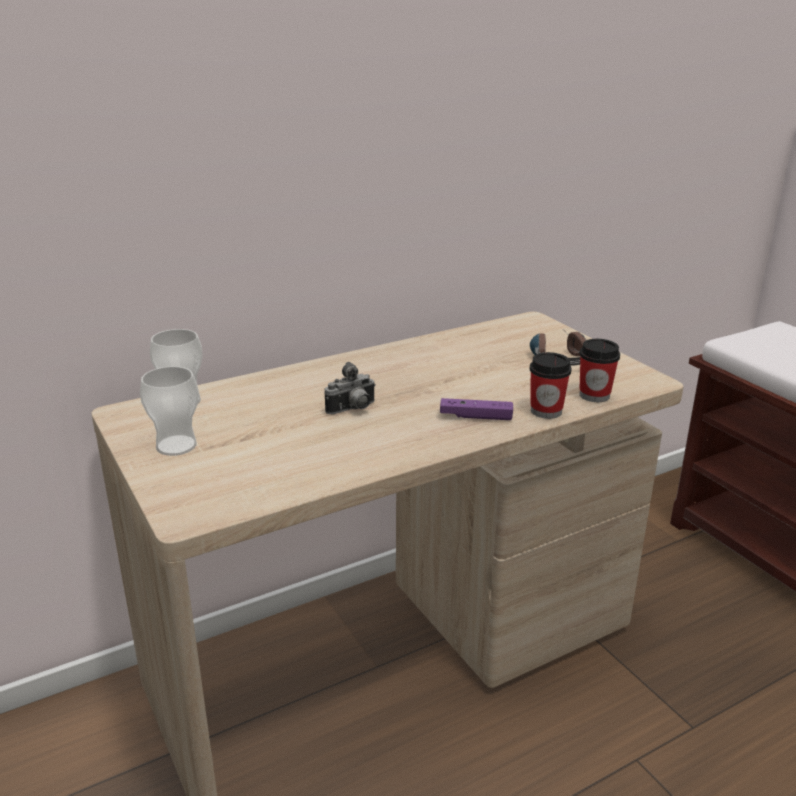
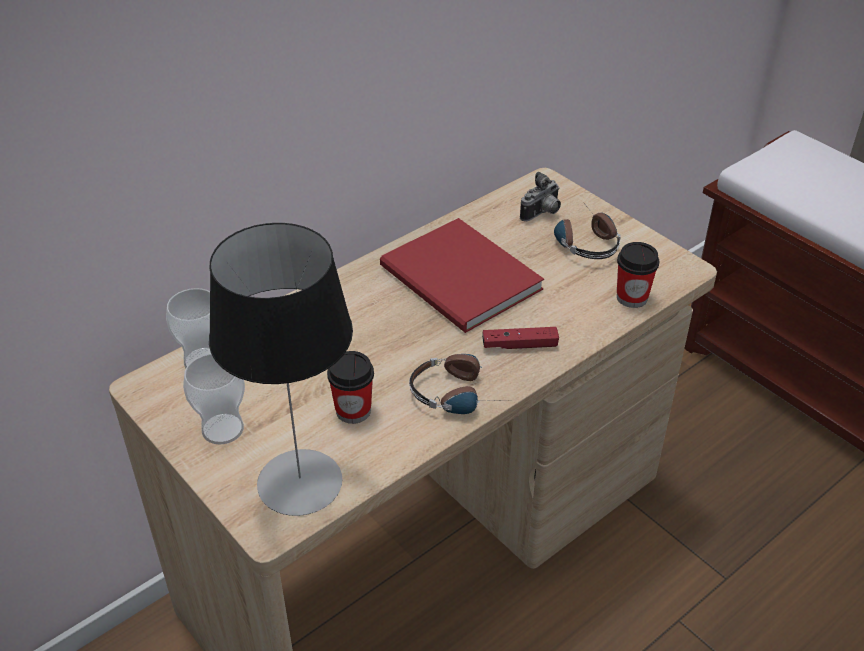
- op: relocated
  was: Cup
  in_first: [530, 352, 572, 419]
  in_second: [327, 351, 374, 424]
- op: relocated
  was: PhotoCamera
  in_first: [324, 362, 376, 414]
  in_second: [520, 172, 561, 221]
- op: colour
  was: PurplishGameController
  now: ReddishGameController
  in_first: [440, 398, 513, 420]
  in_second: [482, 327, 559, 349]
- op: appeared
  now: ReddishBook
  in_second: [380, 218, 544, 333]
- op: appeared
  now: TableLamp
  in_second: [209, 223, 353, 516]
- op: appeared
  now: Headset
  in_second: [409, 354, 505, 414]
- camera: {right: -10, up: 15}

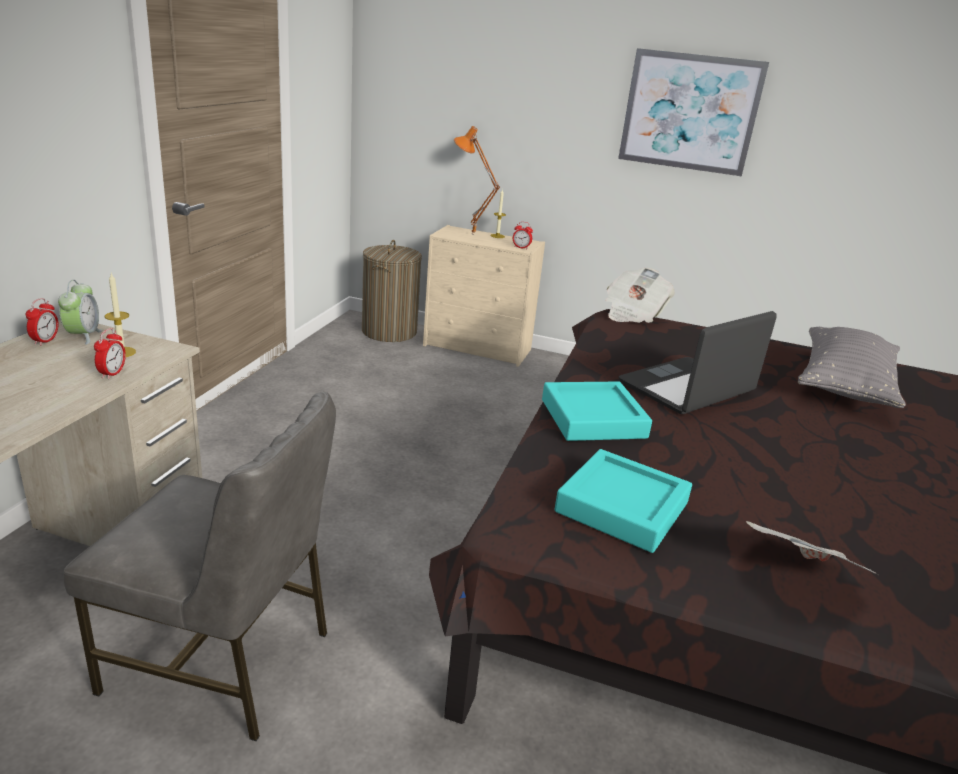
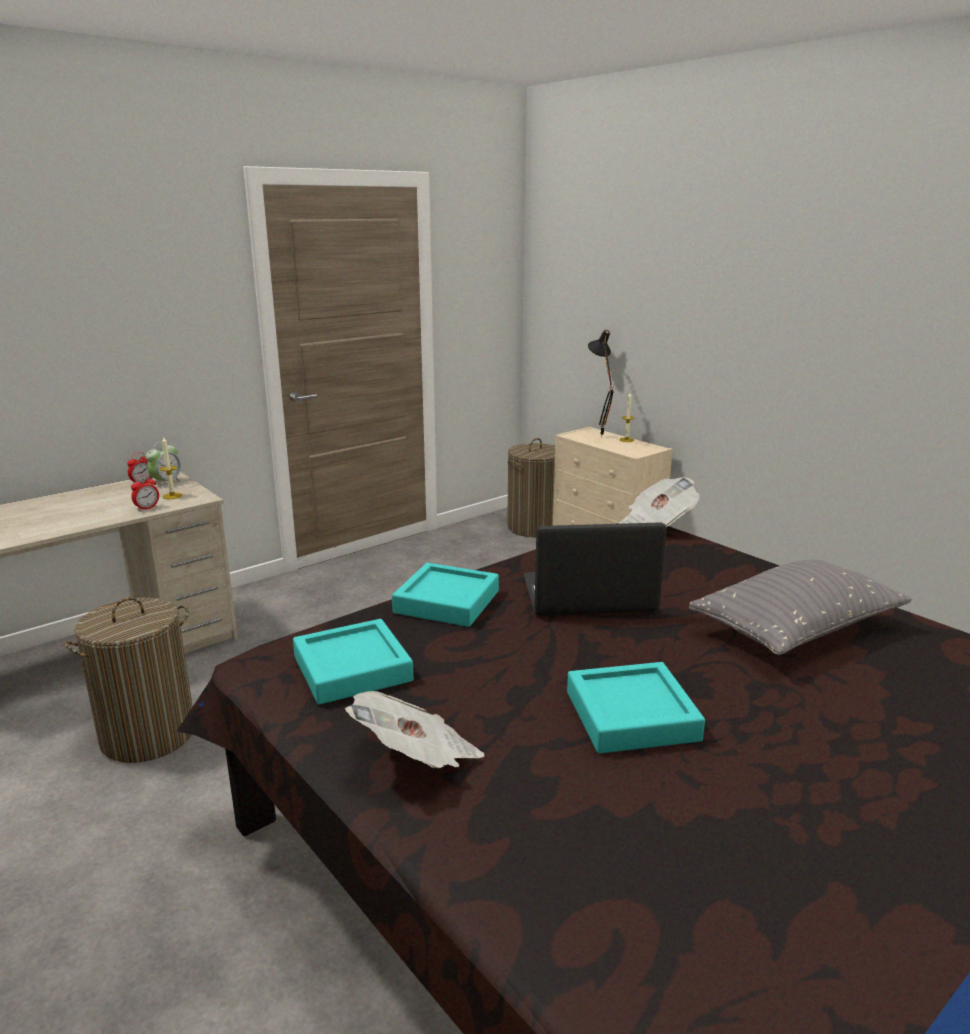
- op: missing
  was: WallPicture
  in_first: [618, 48, 769, 176]
- op: colour
  was: OrangeyTableLamp
  now: BlackishTableLamp
  in_first: [454, 126, 500, 235]
  in_second: [588, 330, 614, 437]
- op: missing
  was: BedsideClock
  in_first: [513, 222, 533, 249]
- op: exchanged
  was: GreyUprightChair
  now: WashingBasket
  in_first: [63, 392, 336, 741]
  in_second: [64, 597, 193, 763]
- op: appeared
  now: TurquoiseTray
  in_second: [567, 662, 705, 754]
- camera: {right: 35, up: -5}

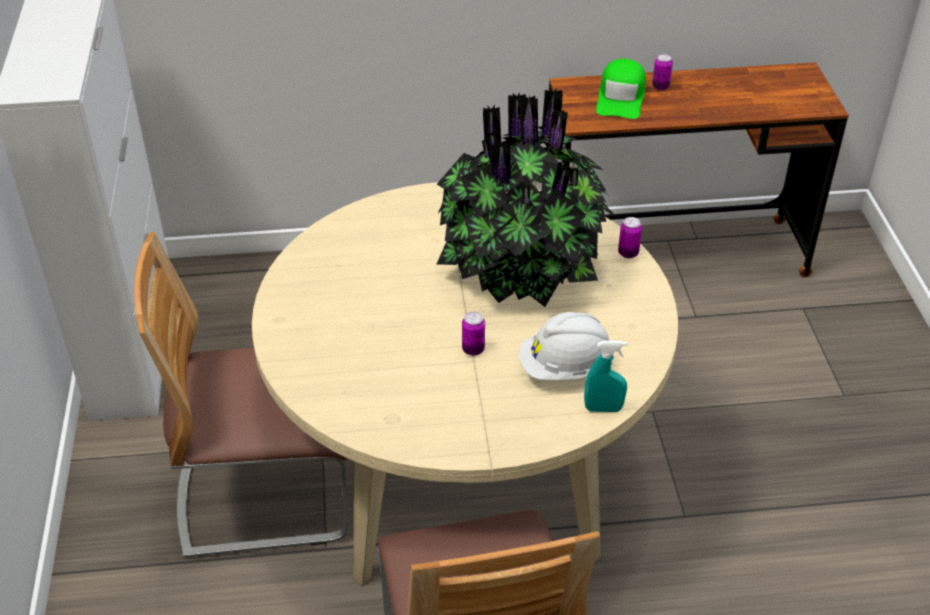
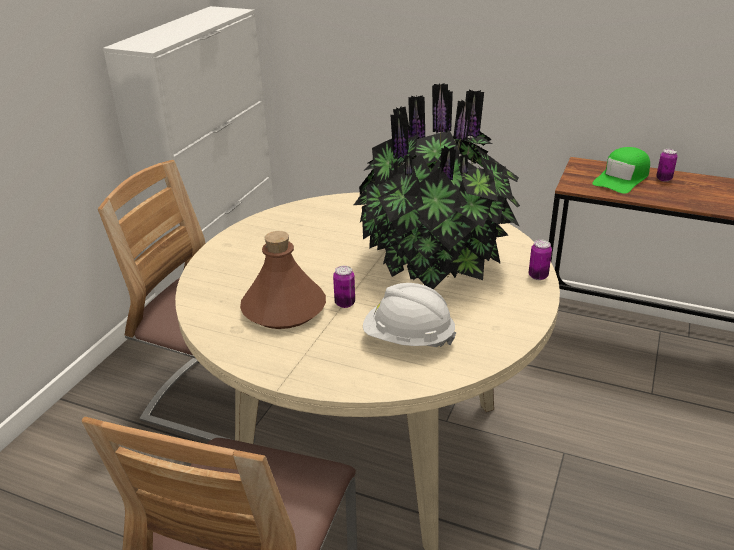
- op: missing
  was: TurquoiseHandSprayer
  in_first: [584, 341, 627, 412]
- op: appeared
  now: BrownBottle
  in_second: [240, 231, 326, 329]
- camera: {right: 30, up: -10}

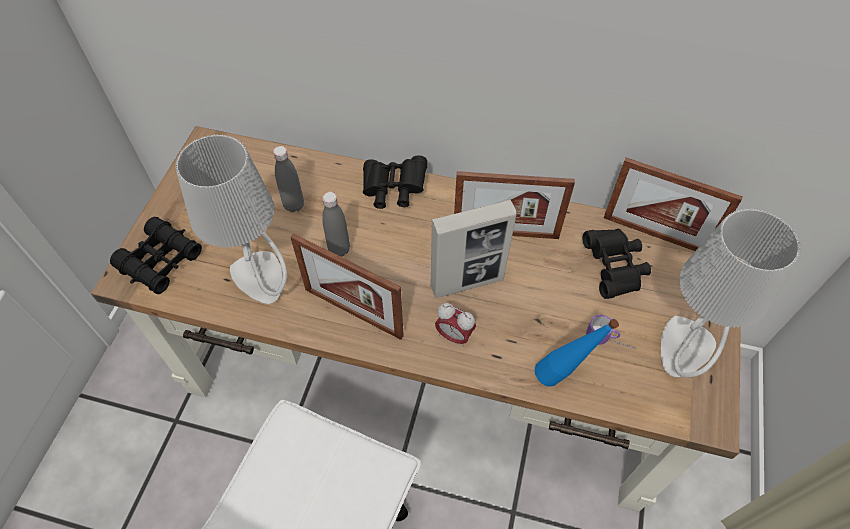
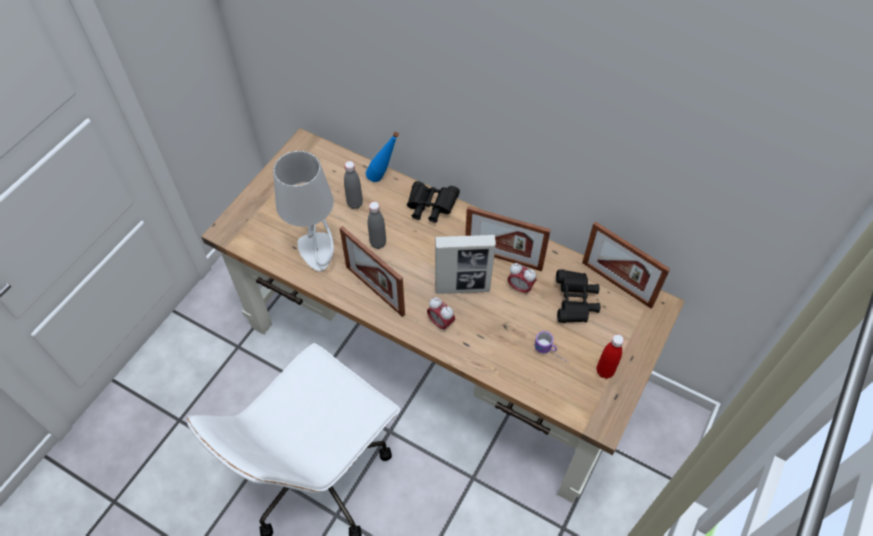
- op: exchanged
  was: GreyTableLamp
  now: ReddishBottle
  in_first: [660, 209, 800, 378]
  in_second: [597, 334, 624, 379]
- op: missing
  was: BlackishFieldGlasses
  in_first: [110, 217, 202, 294]
- op: relocated
  was: BluishBottle
  in_first: [535, 319, 619, 387]
  in_second: [366, 132, 399, 182]
- op: appeared
  now: BedsideClock
  in_second: [507, 263, 536, 295]
- camera: {right: 15, up: 0}

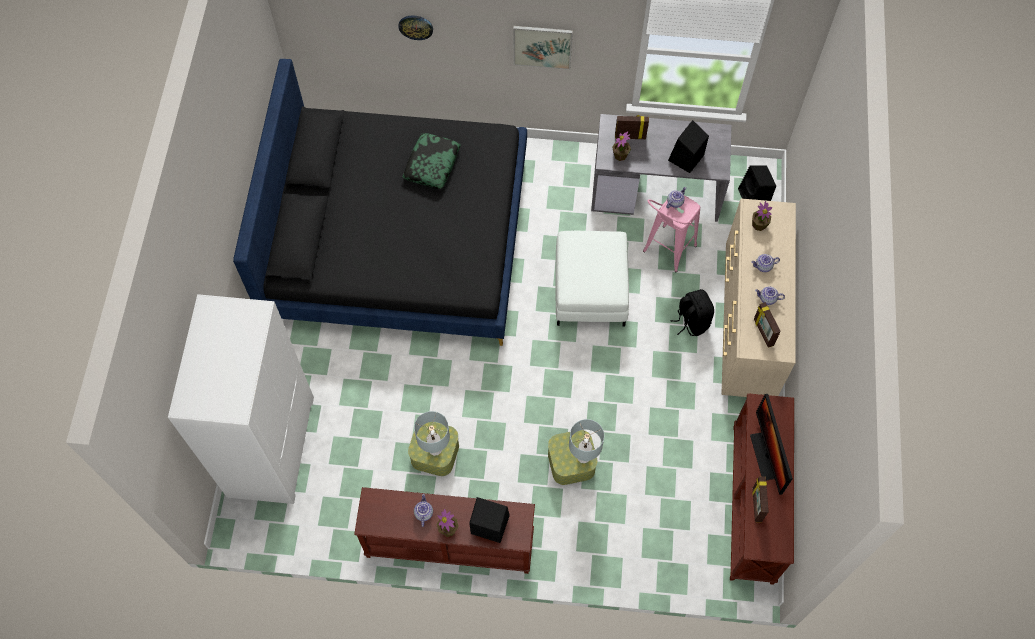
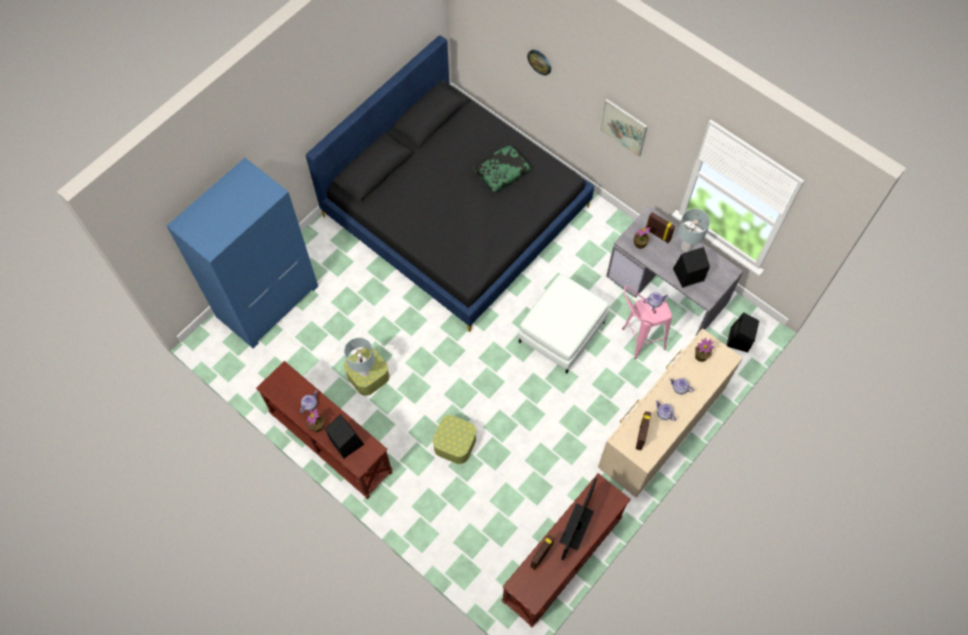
- op: missing
  was: BlackishBackpack
  in_first: [670, 289, 714, 336]
- op: colour
  was: WhiteArmoire
  now: BluishArmoire
  in_first: [168, 294, 314, 504]
  in_second: [167, 158, 318, 349]
- op: relocated
  was: GreyTableLamp
  in_first: [569, 419, 604, 463]
  in_second: [678, 209, 710, 252]
- camera: {right: 35, up: 0}

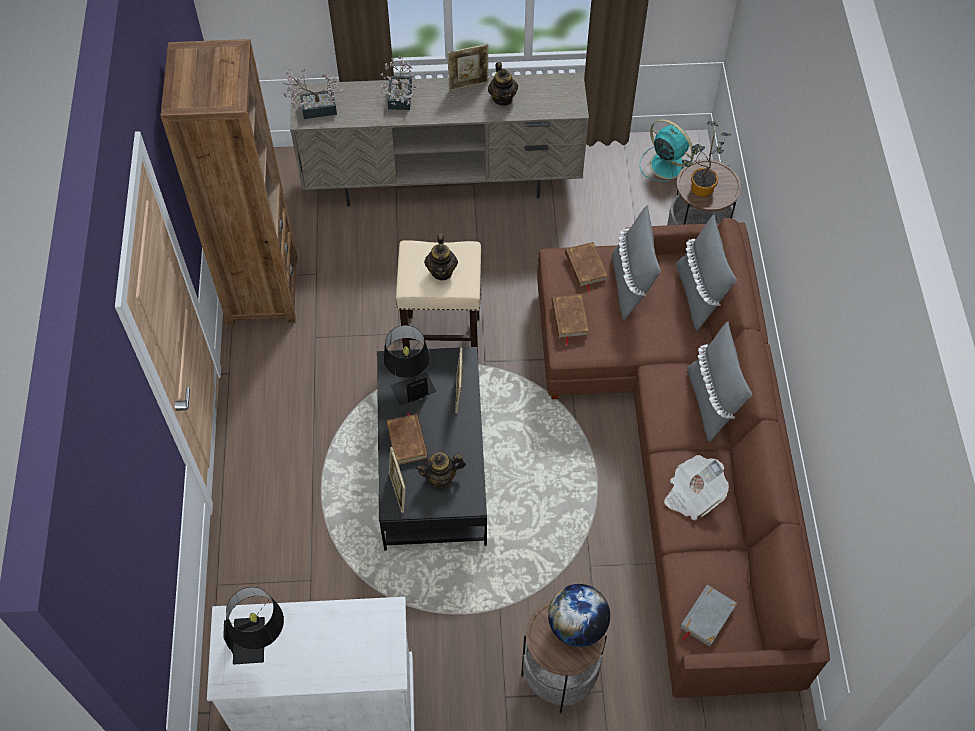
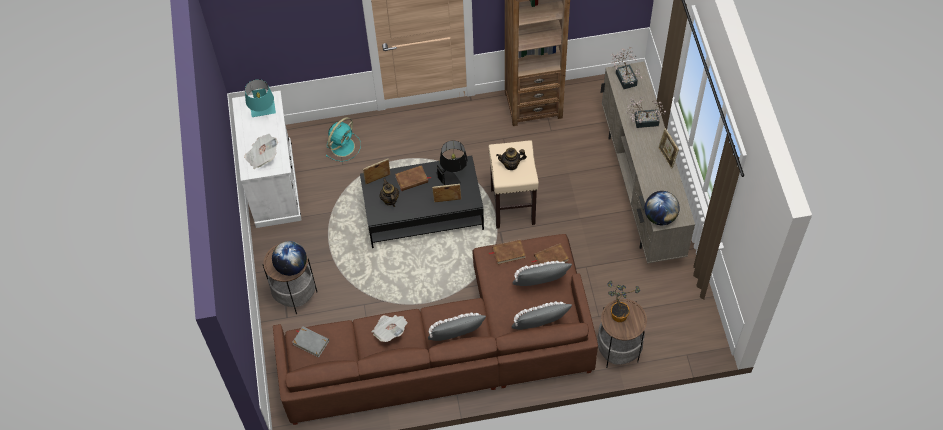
- op: missing
  was: PotForTea
  in_first: [488, 62, 518, 106]
- op: relocated
  was: TurquoiseFan
  in_first: [639, 119, 694, 182]
  in_second: [325, 117, 361, 162]
- op: colour
  was: BlackishTableLamp
  now: TurquoiseTableLamp
  in_first: [223, 587, 284, 664]
  in_second: [245, 79, 276, 117]
- op: appeared
  now: DailyPaper
  in_second: [244, 134, 278, 169]
- op: appeared
  now: Globe
  in_second: [645, 191, 680, 225]
- camera: {right: 85, up: 0}

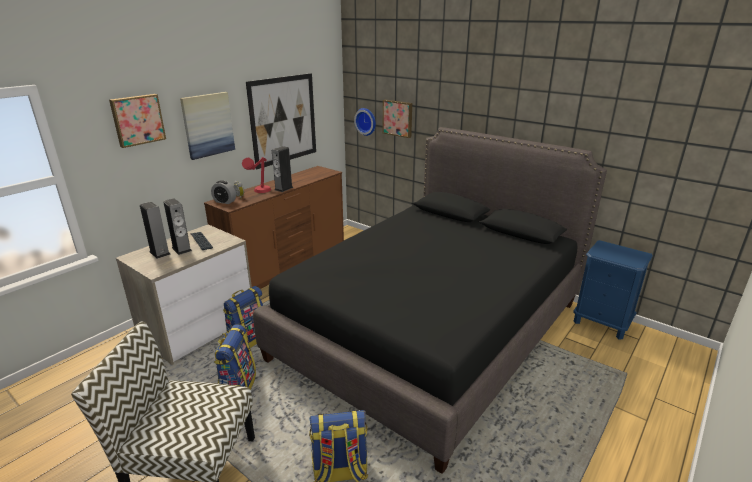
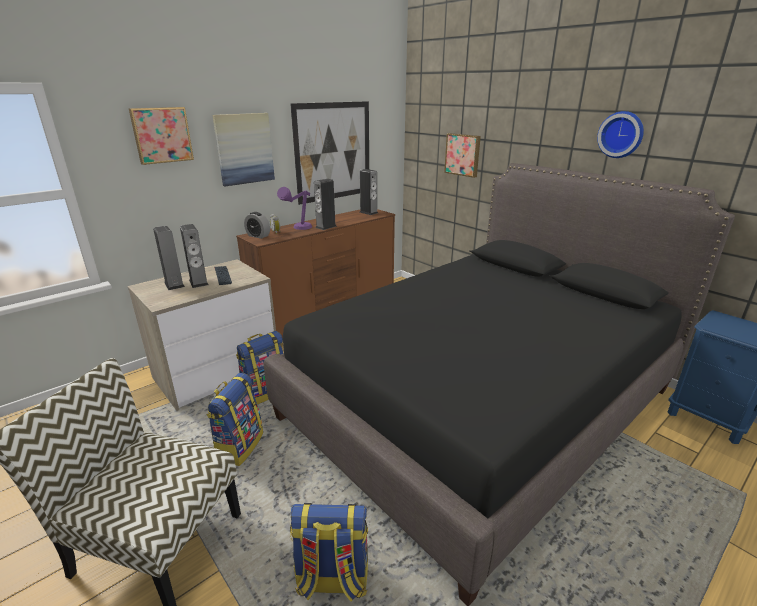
- op: relocated
  was: ClockOnTheWall
  in_first: [354, 108, 376, 136]
  in_second: [597, 111, 644, 158]
- op: colour
  was: ReddishTableLamp
  now: PurplishTableLamp
  in_first: [242, 157, 271, 193]
  in_second: [277, 187, 312, 230]
- op: appeared
  now: Speaker
  in_second: [360, 169, 378, 215]
- camera: {right: 10, up: 0}

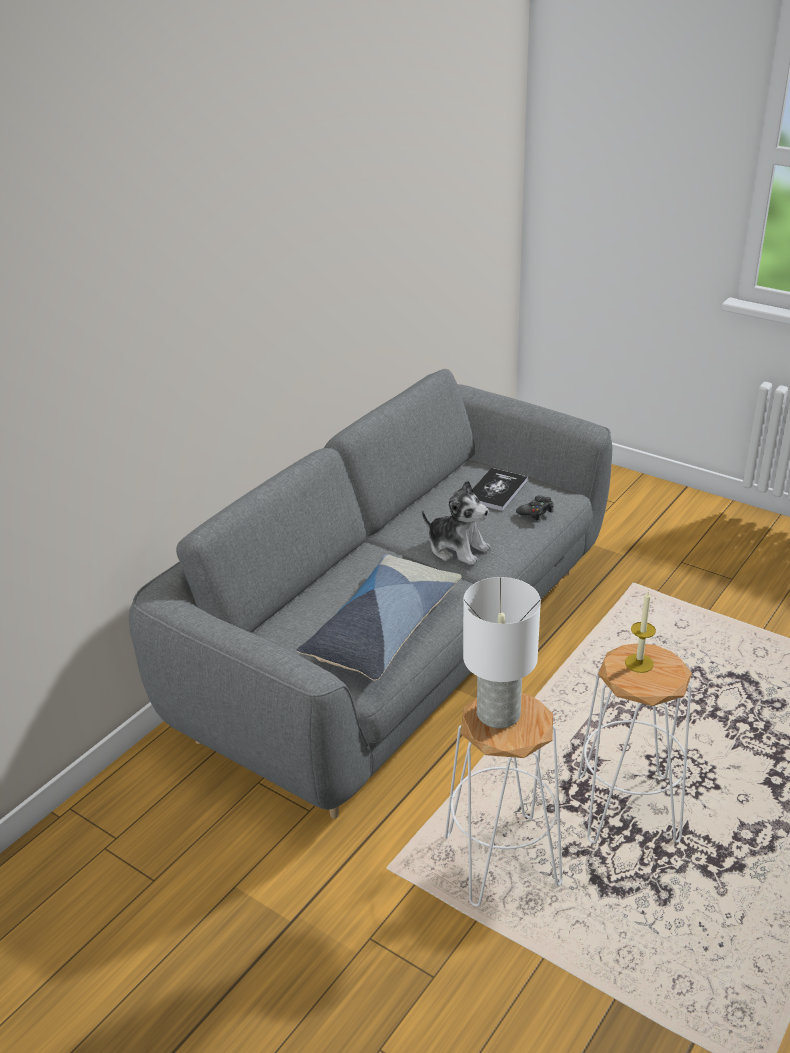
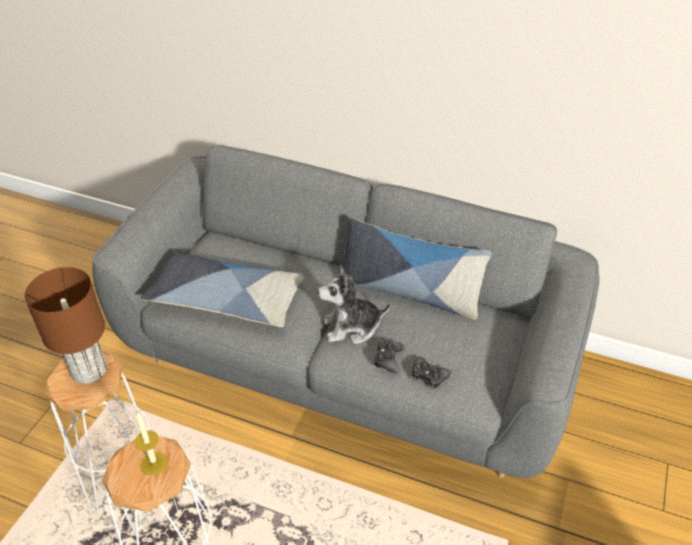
- op: missing
  was: Book
  in_first: [473, 468, 528, 511]
- op: spun
  was: CuddlyToy
  in_first: [422, 480, 490, 565]
  in_second: [318, 265, 391, 344]
  clockwise: 60
- op: colour
  was: WhiteTableLamp
  now: BrownTableLamp
  in_first: [463, 577, 541, 729]
  in_second: [25, 267, 107, 384]
- op: appeared
  now: ThrowPillow
  in_second: [343, 217, 491, 320]
- op: appeared
  now: BlackishGameController
  in_second: [373, 340, 404, 374]
- camera: {right: 75, up: 10}

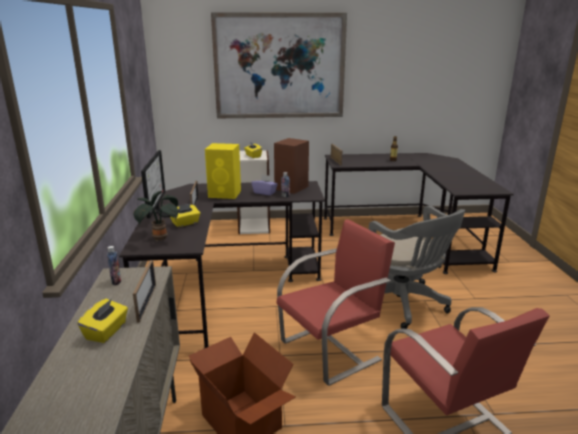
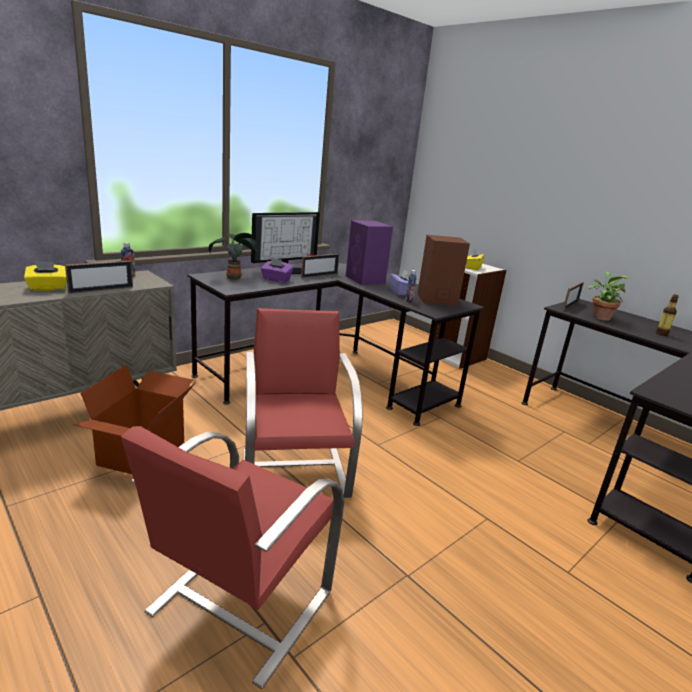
- op: missing
  was: WallPicture
  in_first: [211, 12, 347, 118]
- op: colour
  was: YellowColouredSpeaker
  now: PurplishSpeaker
  in_first: [205, 143, 241, 199]
  in_second: [346, 220, 393, 285]
- op: colour
  was: YellowColouredTissueBox
  now: PurplishTissueBox
  in_first: [170, 203, 200, 227]
  in_second: [261, 258, 293, 283]
- op: missing
  was: GreyOfficeChair
  in_first: [369, 206, 465, 329]
- op: spun
  was: ReddishUprightChair
  in_first: [277, 220, 395, 386]
  in_second: [243, 308, 363, 498]
  clockwise: -120
- op: appeared
  now: Houseplant
  in_second: [588, 272, 629, 321]
- camera: {right: 50, up: 0}

